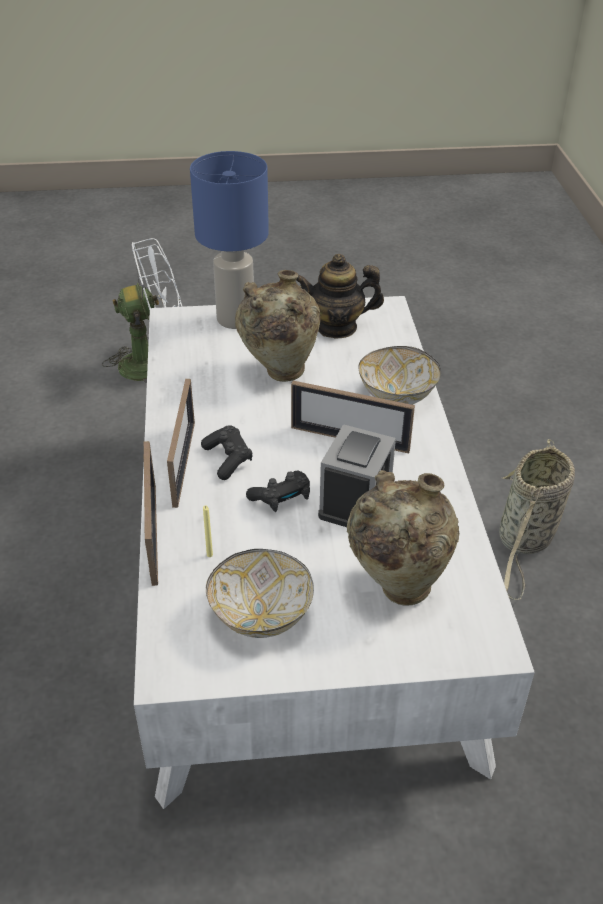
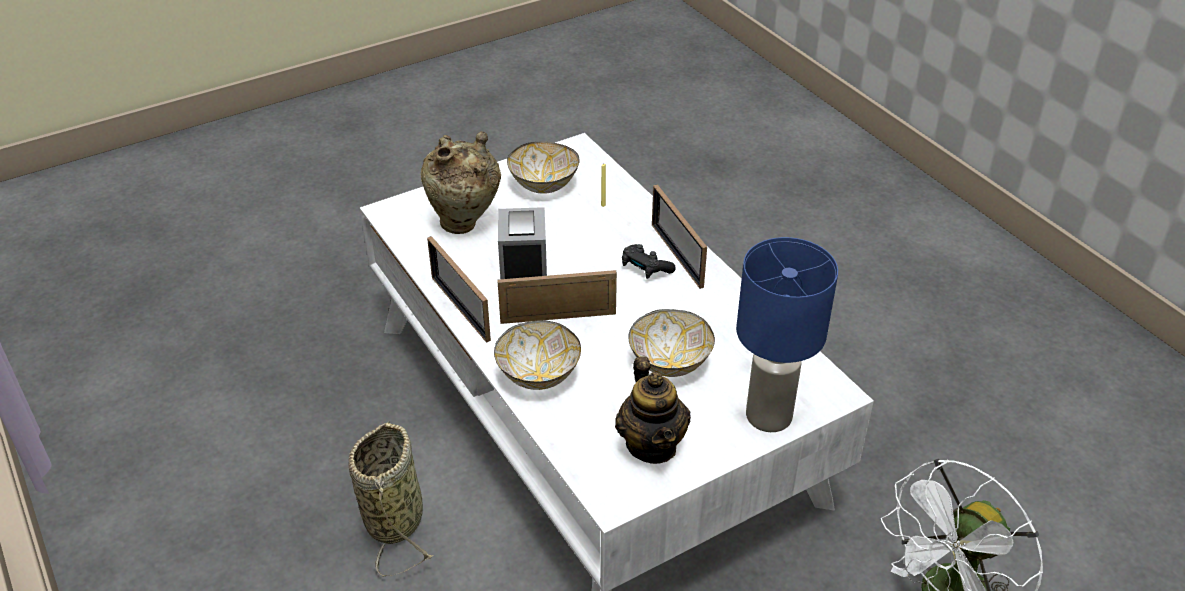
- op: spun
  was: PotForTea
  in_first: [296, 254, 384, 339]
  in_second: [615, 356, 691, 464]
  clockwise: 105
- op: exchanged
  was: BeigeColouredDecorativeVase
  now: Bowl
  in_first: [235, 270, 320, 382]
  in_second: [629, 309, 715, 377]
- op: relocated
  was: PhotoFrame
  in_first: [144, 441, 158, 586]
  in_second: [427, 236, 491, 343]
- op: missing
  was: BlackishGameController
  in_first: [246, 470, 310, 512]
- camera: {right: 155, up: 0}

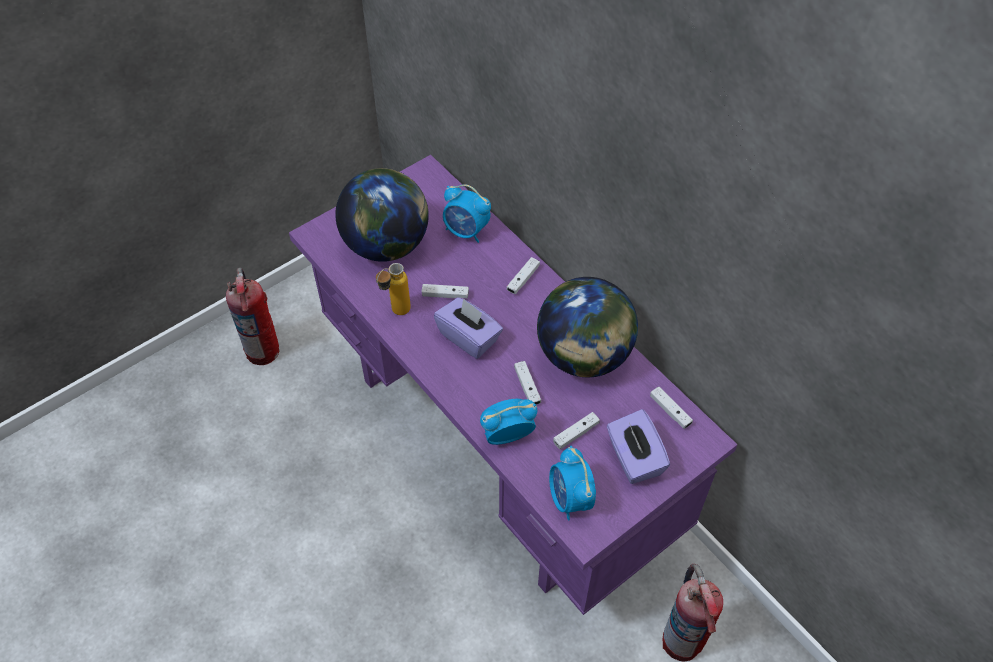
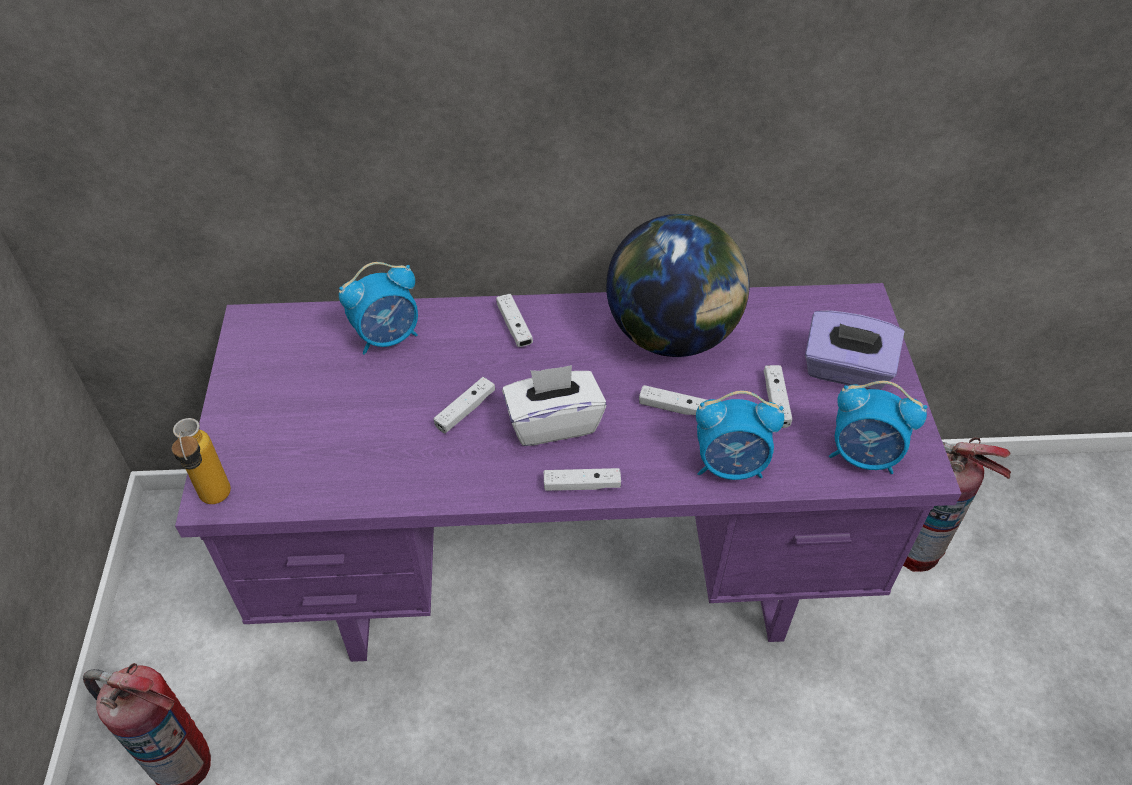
- op: missing
  was: Globe
  in_first: [335, 168, 429, 262]
- op: relocated
  was: Bottle
  in_first: [376, 263, 411, 315]
  in_second: [172, 418, 231, 504]
- op: colour
  was: PurplishTissueBox
  now: WhiteTissueBox
  in_first: [434, 297, 503, 359]
  in_second: [502, 365, 607, 446]
- op: relocated
  was: WhiteGameController
  in_first: [650, 387, 693, 429]
  in_second: [544, 468, 621, 491]
- op: spun
  was: BedsideClock
  in_first: [480, 399, 537, 445]
  in_second: [696, 391, 784, 480]
  clockwise: -105
- camera: {right: -55, up: -5}

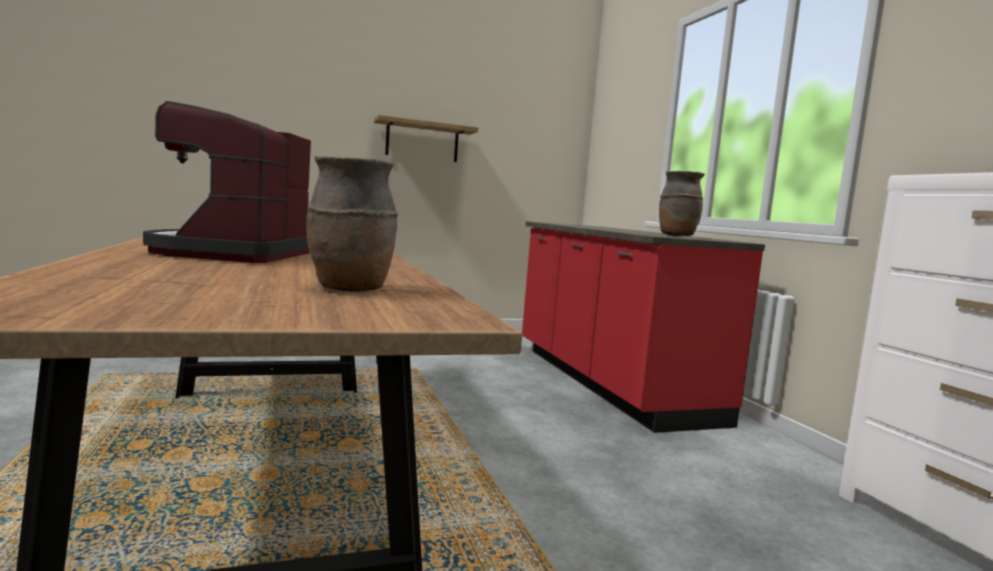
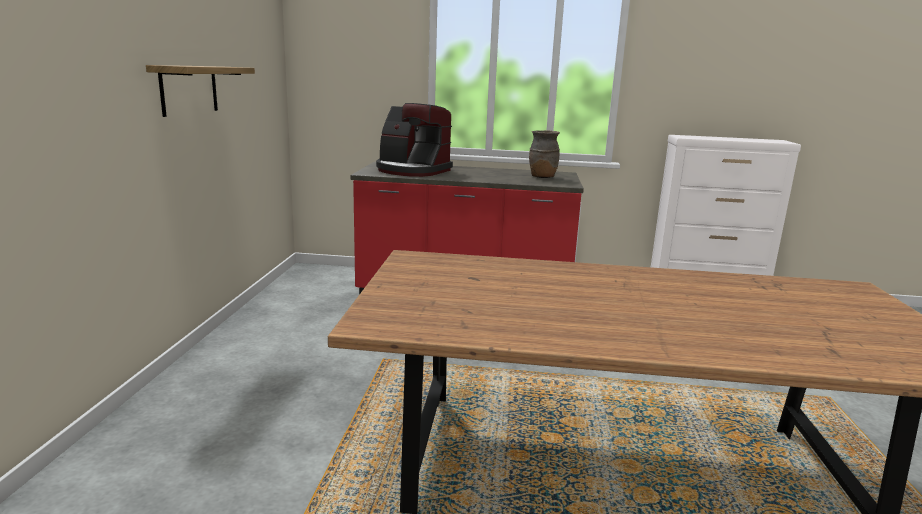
- op: relocated
  was: CoffeeMaker
  in_first: [143, 101, 311, 263]
  in_second: [376, 103, 453, 177]
- op: missing
  was: BrownDecorativeVase
  in_first: [307, 156, 399, 292]
- camera: {right: -65, up: 10}

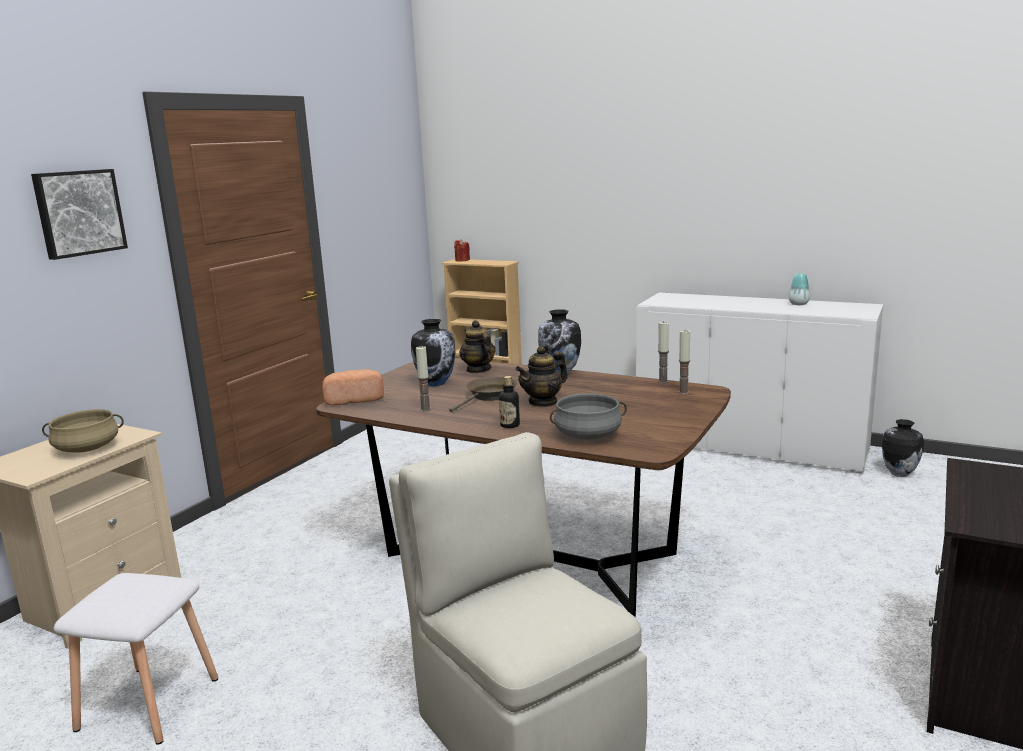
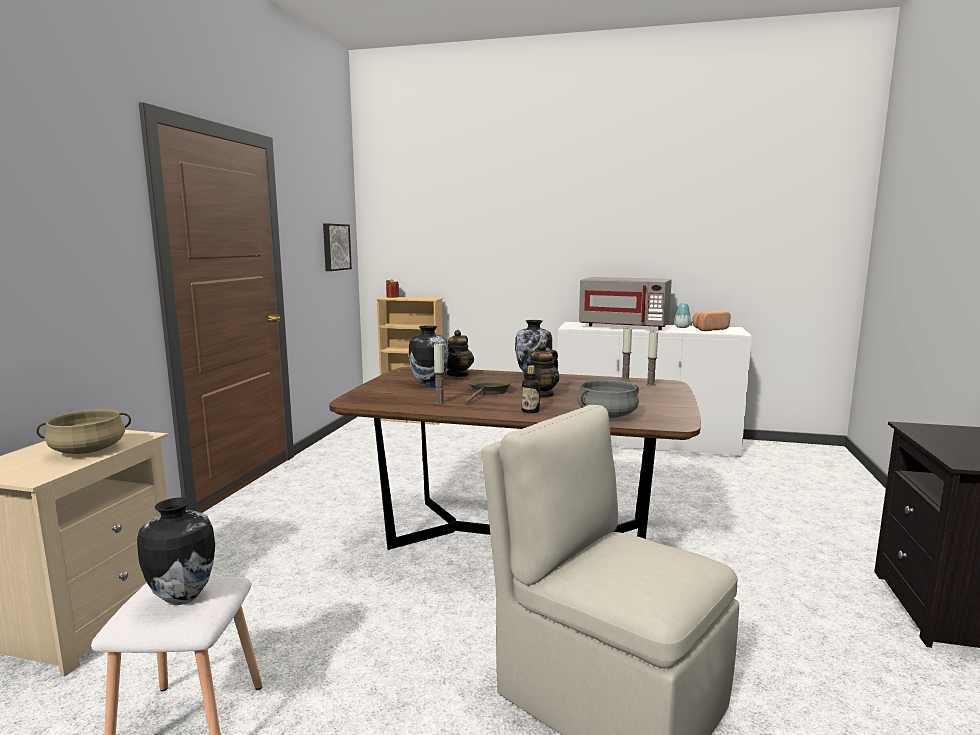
- op: relocated
  was: WallPicture
  in_first: [31, 169, 128, 260]
  in_second: [323, 223, 352, 271]
- op: spun
  was: PotForTea
  in_first: [459, 320, 496, 373]
  in_second: [447, 330, 474, 377]
  clockwise: -120
- op: relocated
  was: BakeryBread
  in_first: [322, 369, 384, 405]
  in_second: [692, 311, 730, 331]
- op: relocated
  was: DecorativeVase
  in_first: [882, 419, 924, 477]
  in_second: [137, 498, 215, 605]
- op: appeared
  now: GreyMicrowave
  in_second: [579, 277, 672, 330]
- camera: {right: -15, up: -5}

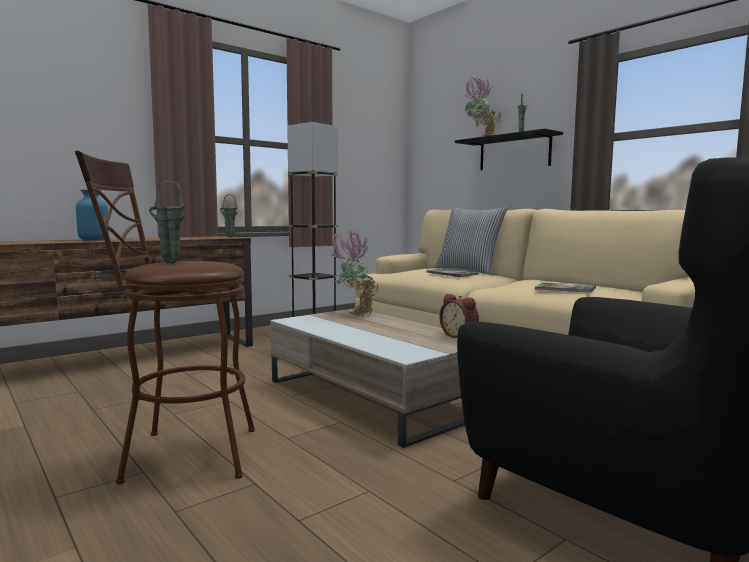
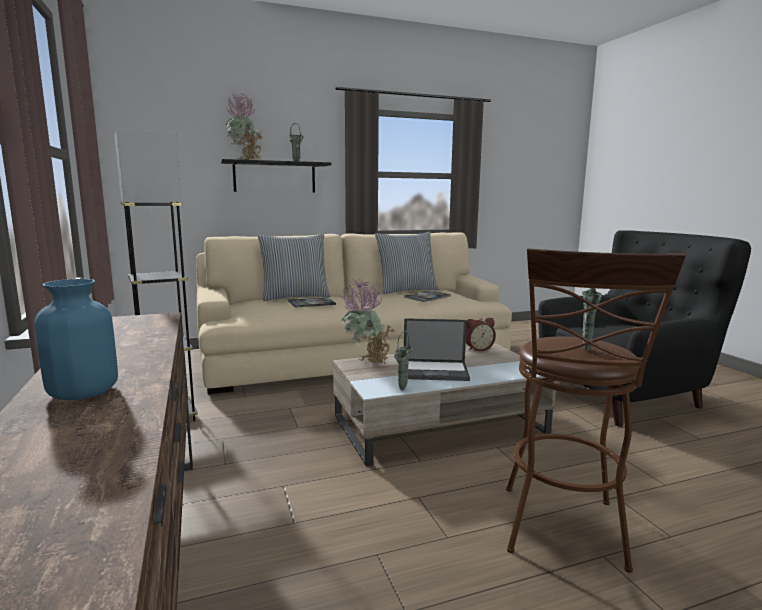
- op: relocated
  was: GreenDecorativeVase
  in_first: [220, 194, 237, 237]
  in_second: [394, 331, 413, 390]
- op: appeared
  now: ThrowPillow
  in_second: [375, 232, 439, 294]
- op: appeared
  now: Laptop
  in_second: [404, 318, 470, 381]
- camera: {right: -70, up: 5}

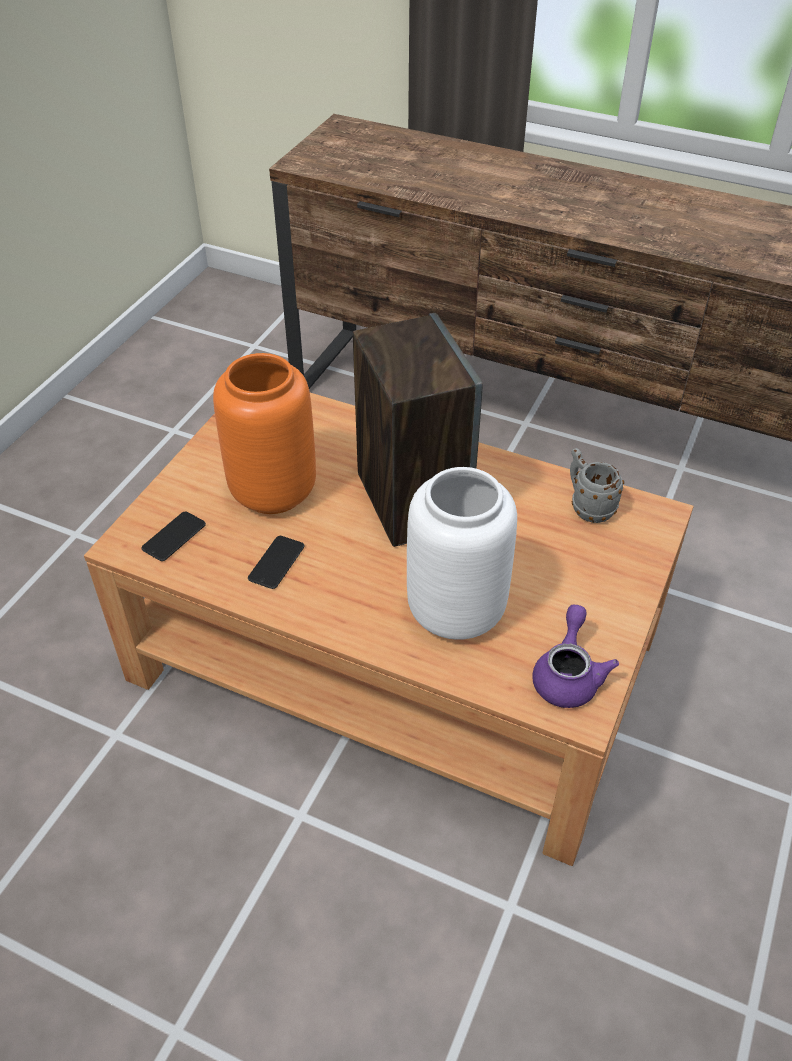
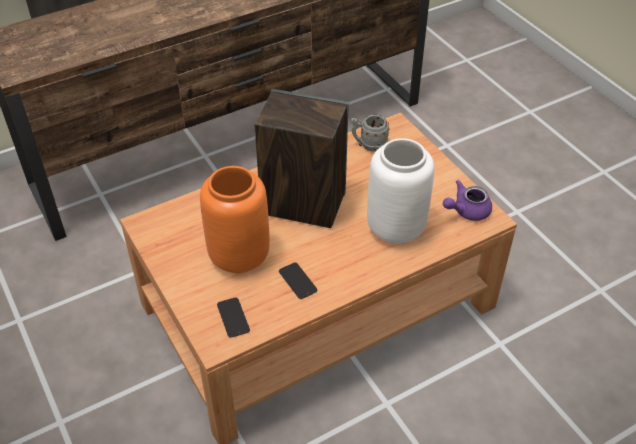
- op: spun
  was: PurplishPotForTea
  in_first: [532, 605, 619, 708]
  in_second: [443, 180, 492, 221]
  clockwise: -75
- camera: {right: -55, up: 0}

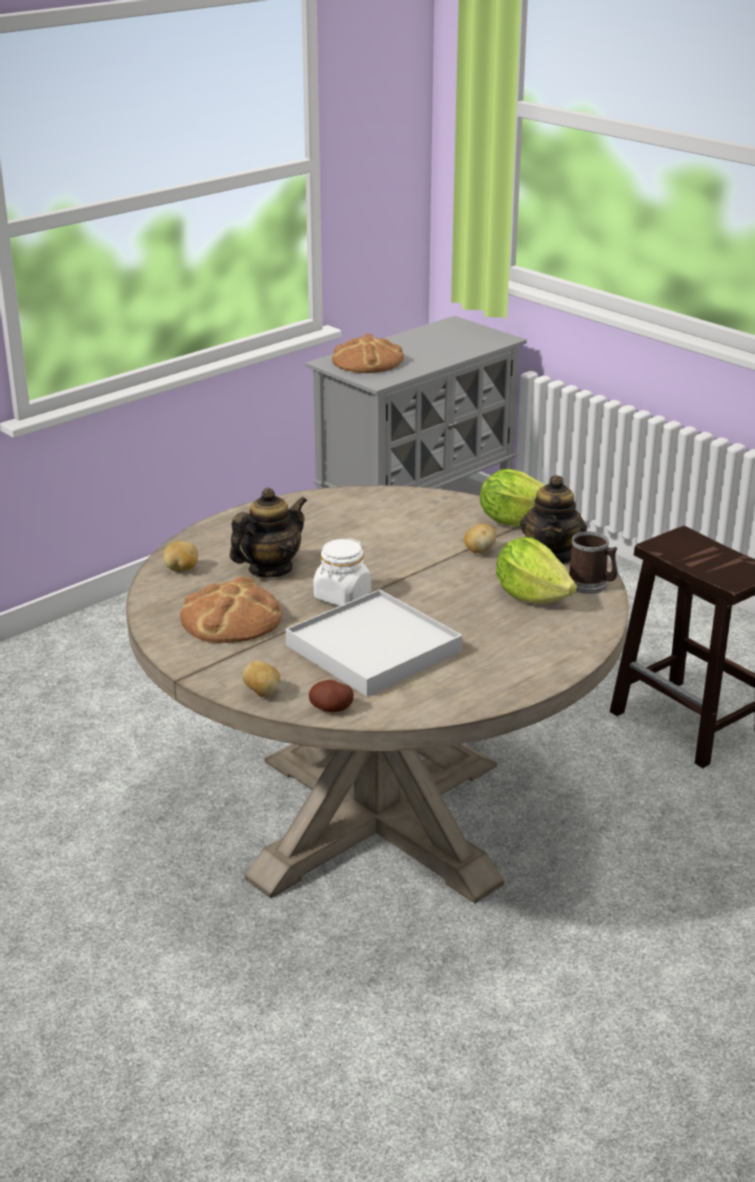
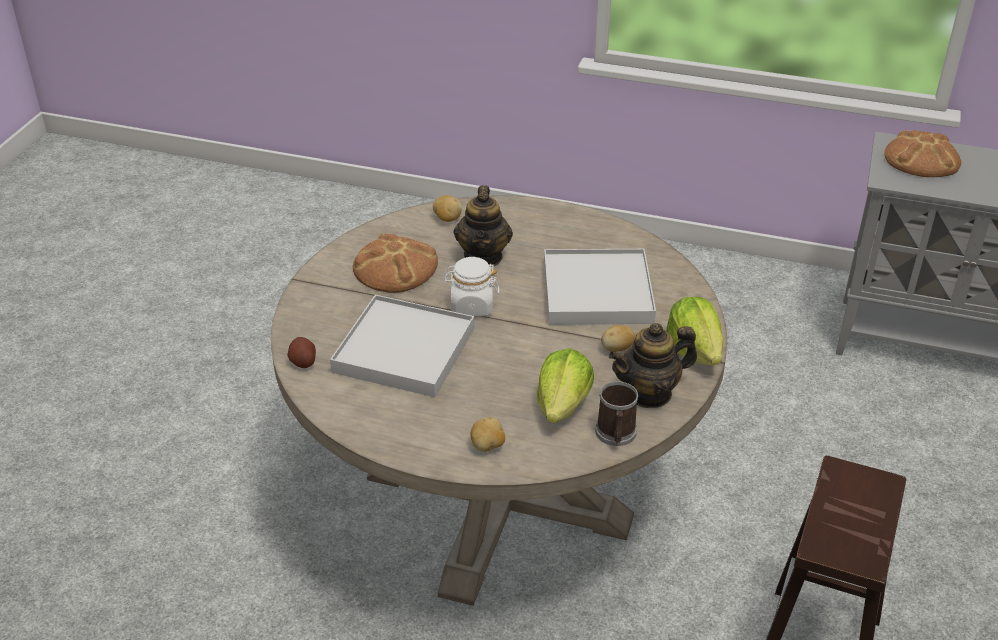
- op: spun
  was: PotForTea
  in_first: [230, 488, 307, 578]
  in_second: [454, 185, 513, 267]
  clockwise: 75
- op: relocated
  was: WholePotato
  in_first: [243, 661, 280, 697]
  in_second: [470, 417, 505, 452]
- op: appeared
  now: WhiteTray
  in_second: [544, 249, 656, 325]
- camera: {right: 60, up: 10}

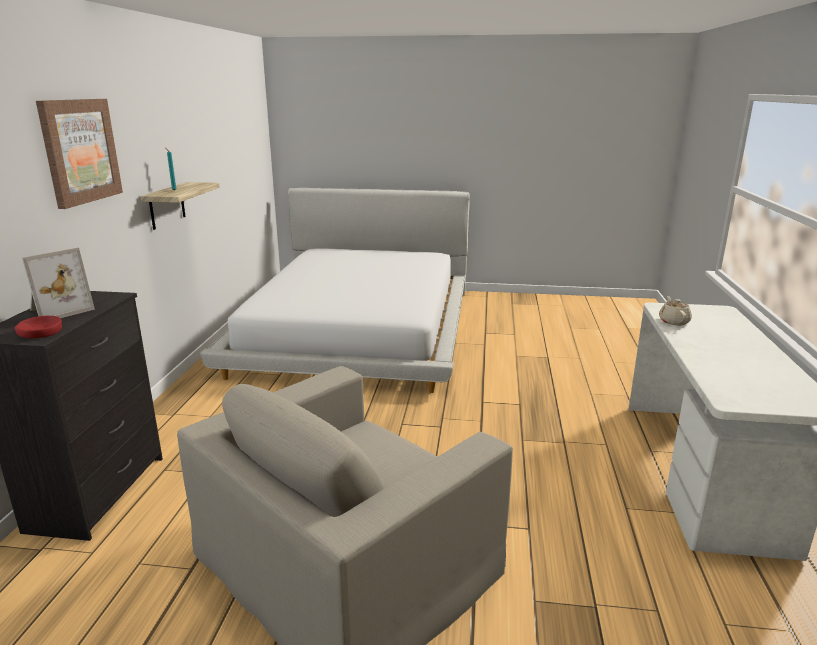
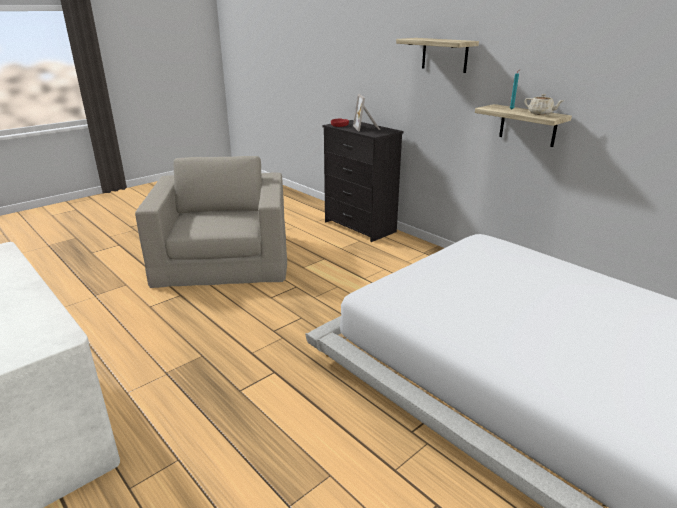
- op: exchanged
  was: WallPicture
  now: WallShelf
  in_first: [36, 99, 123, 209]
  in_second: [396, 38, 479, 73]
- op: relocated
  was: BeigeColouredPotForTea
  in_first: [659, 296, 692, 326]
  in_second: [524, 94, 564, 115]
- camera: {right: 130, up: 5}

